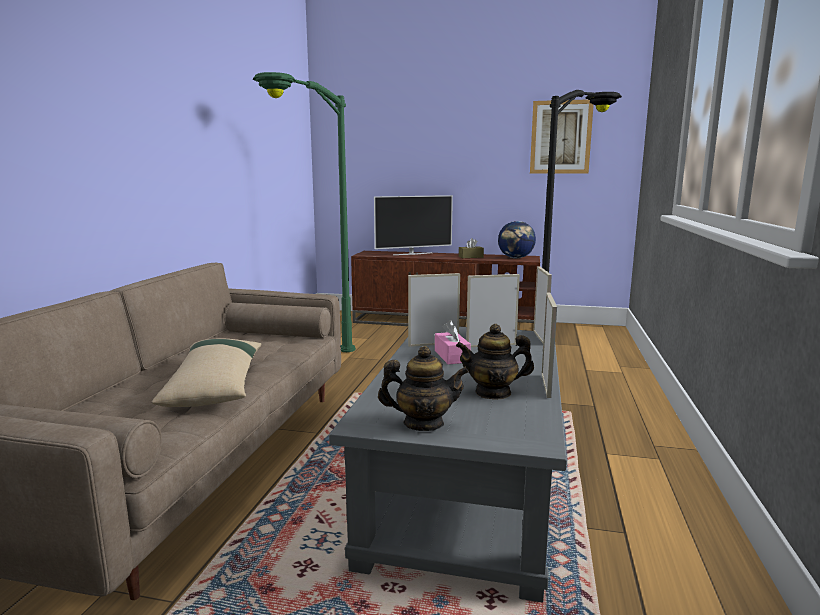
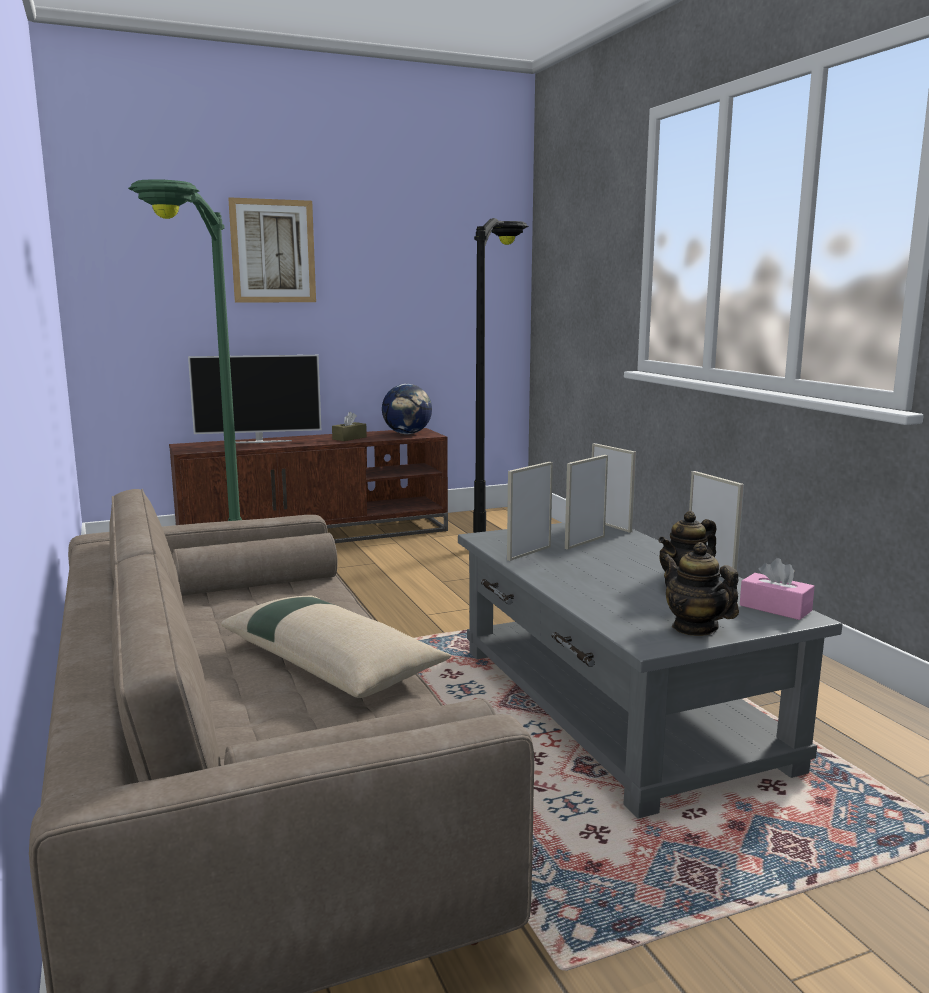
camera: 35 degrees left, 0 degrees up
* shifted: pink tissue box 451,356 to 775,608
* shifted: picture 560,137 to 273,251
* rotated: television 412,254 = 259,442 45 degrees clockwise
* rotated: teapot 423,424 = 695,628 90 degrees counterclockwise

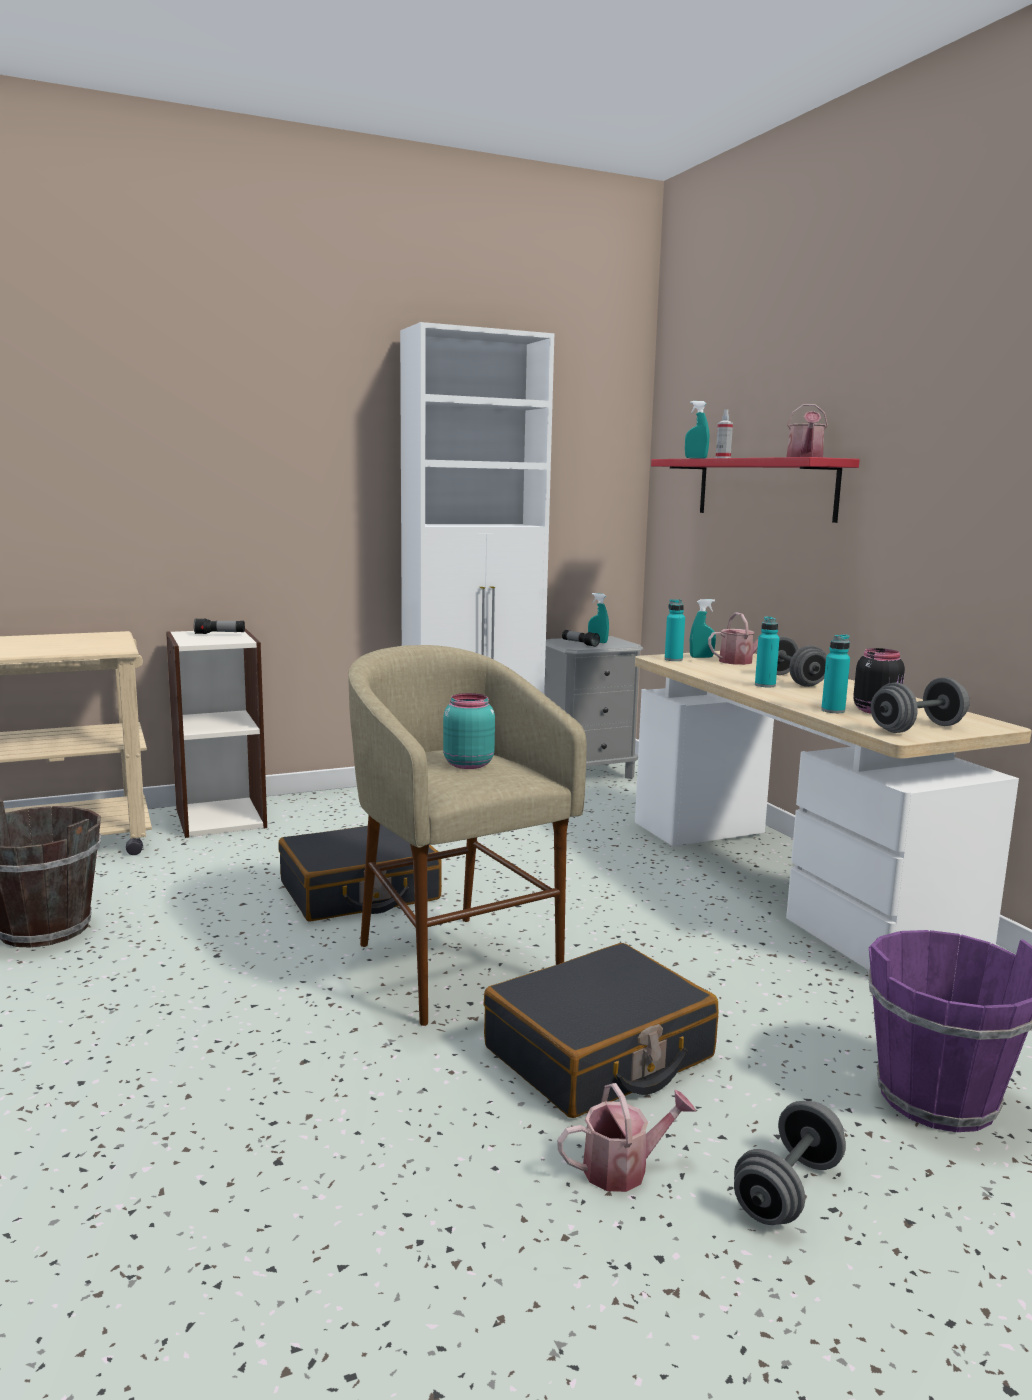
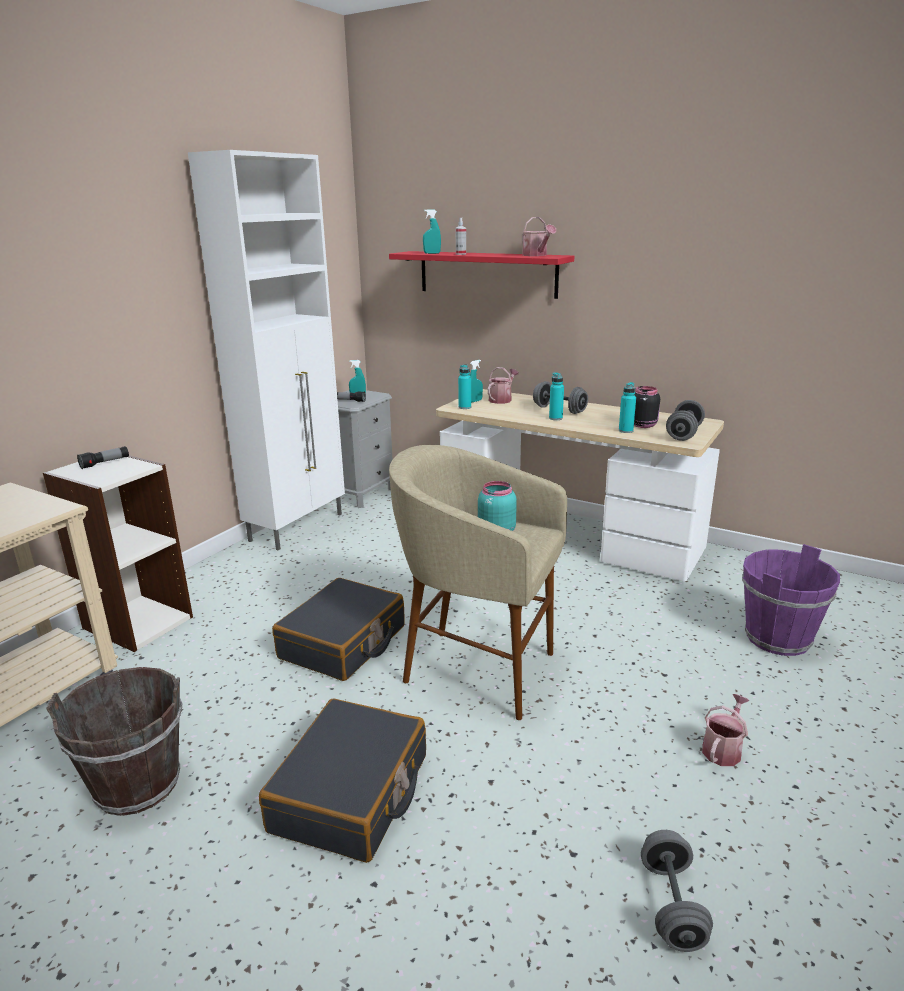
camera: 35 degrees left, 10 degrees up
* shifted: black suitcase 599,1054 to 351,794
* shifted: grey dumbbell 788,1190 to 672,905

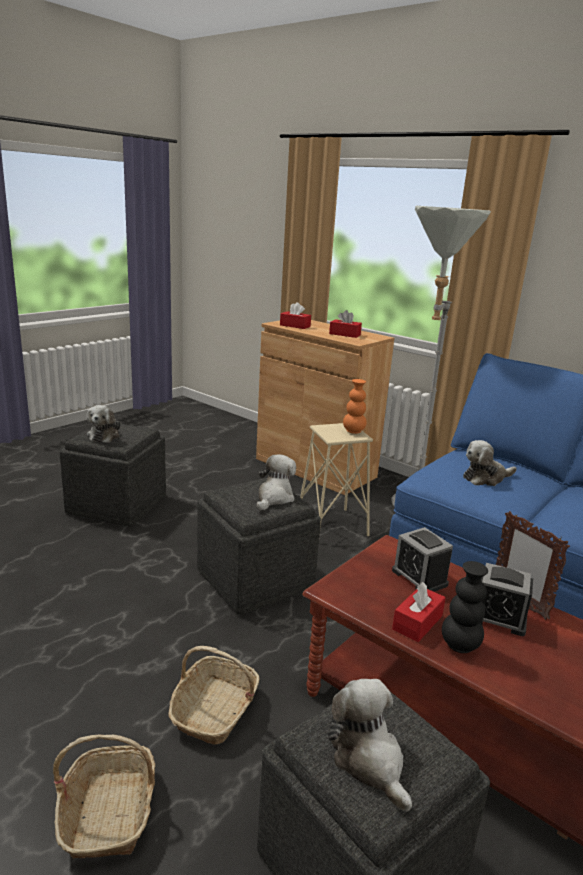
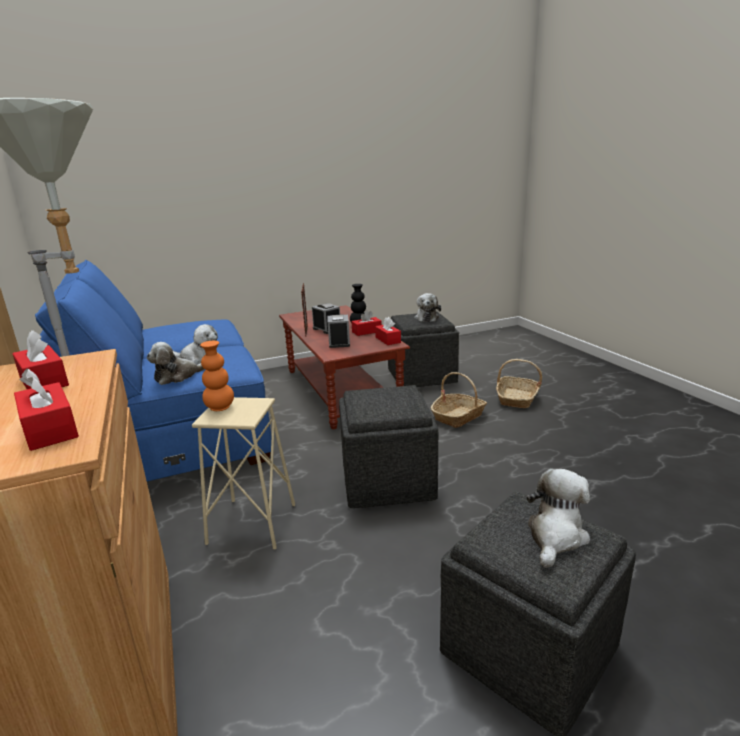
camera: 150 degrees left, 0 degrees up
* new: red tissue box 388,340
* shifted: plush toy 274,498 to 178,376

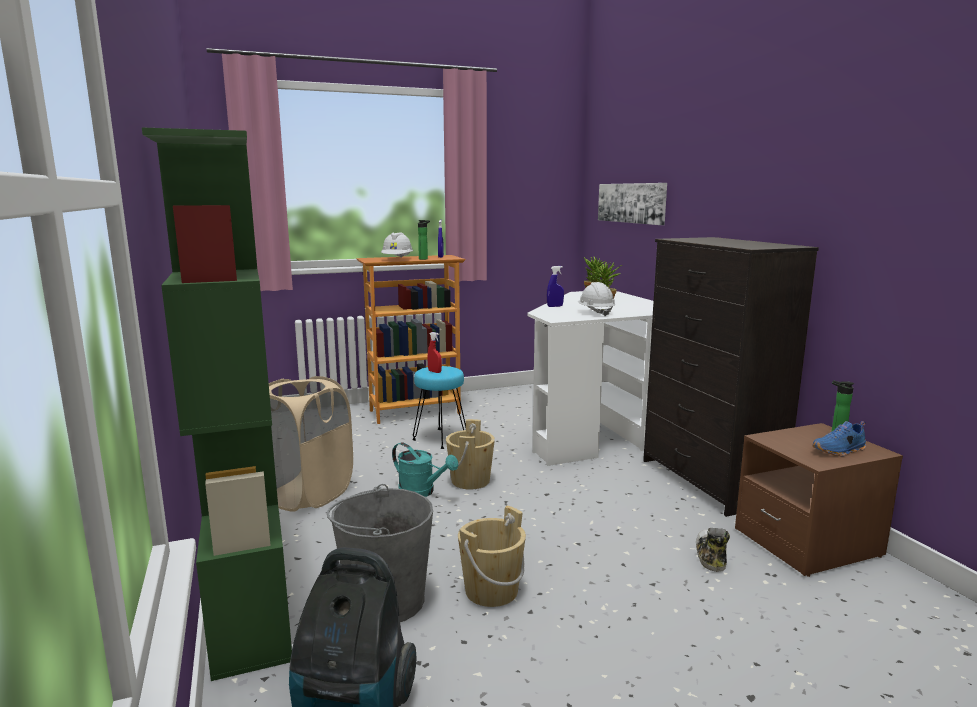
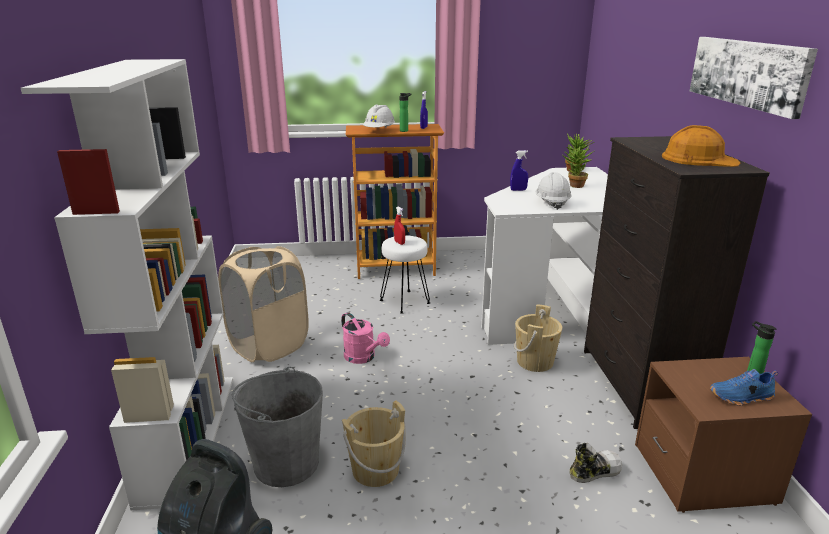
camera: 15 degrees right, 10 degrees up
* new: orange hard hat 698,159
* shifted: beige bucket 470,481 to 535,362
* shifted: picture 632,203 to 747,73
* repainted: green bookcase 249,592 to white bookcase 188,434
* repainted: turquoise watering can 422,492 to pink watering can 363,358
* repainted: turquoise stool 440,438 to white stool 404,301
* rotated: shoe 710,556 = 594,471 45 degrees clockwise

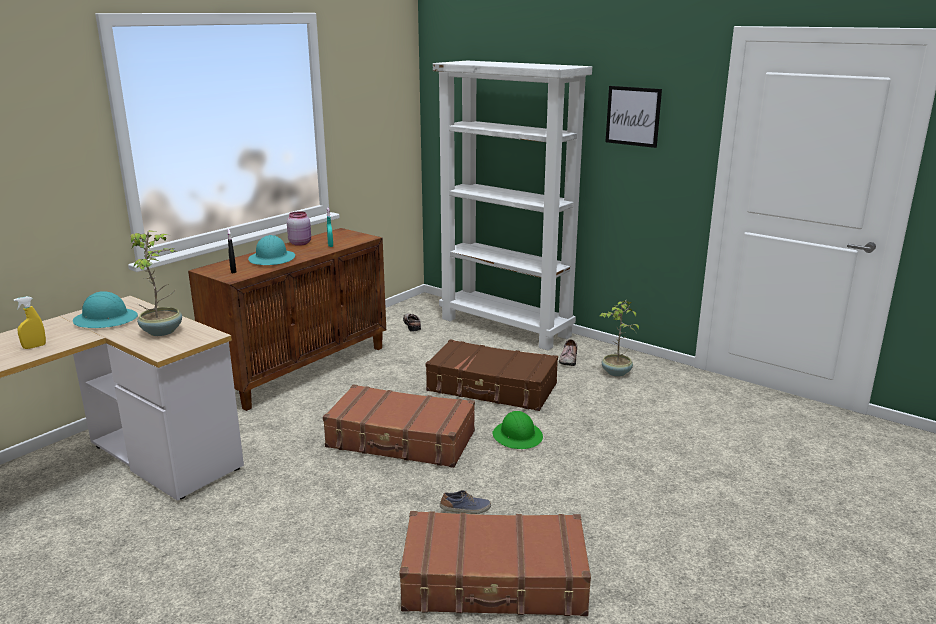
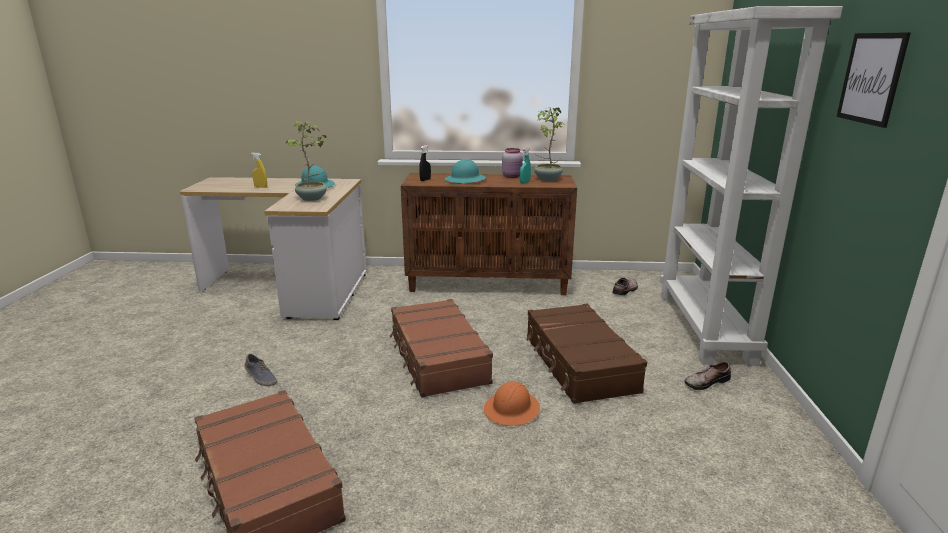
camera: 55 degrees right, 0 degrees up
* shifted: shoe 465,510 to 260,378
* shifted: potted plant 616,373 to 547,179
* repainted: green hard hat 517,436 to orange hard hat 512,410

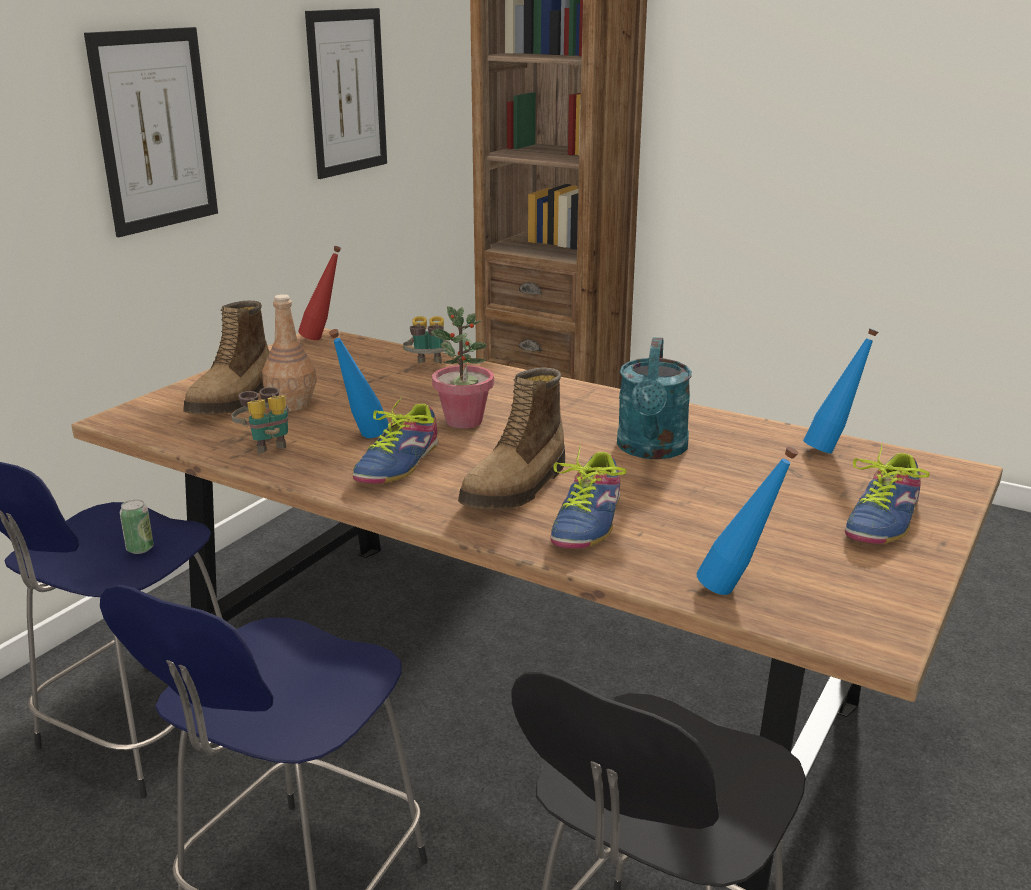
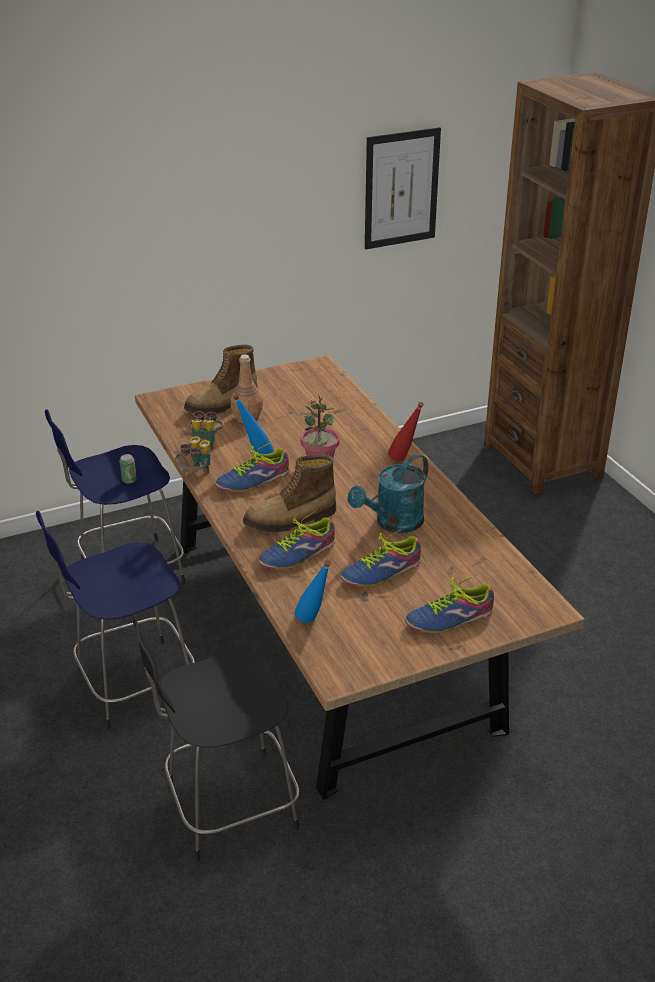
camera: 35 degrees right, 10 degrees up
* gone: picture 155,130
* gone: blue bottle 832,449
* new: shoe 382,572
* shifted: red bottle 323,339 to 404,461
* shifted: binoculars 428,367 to 195,474

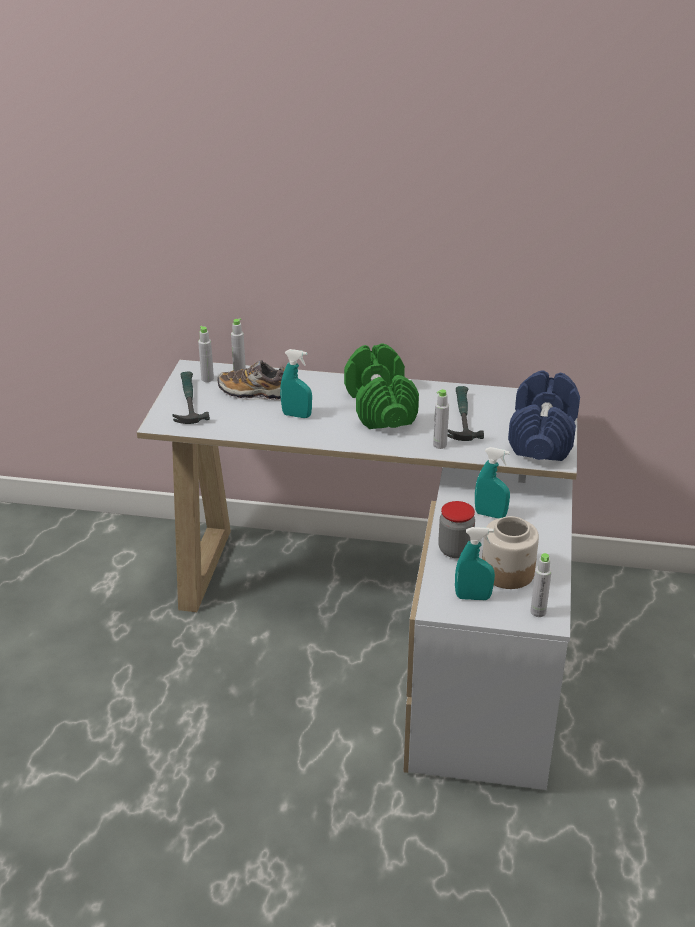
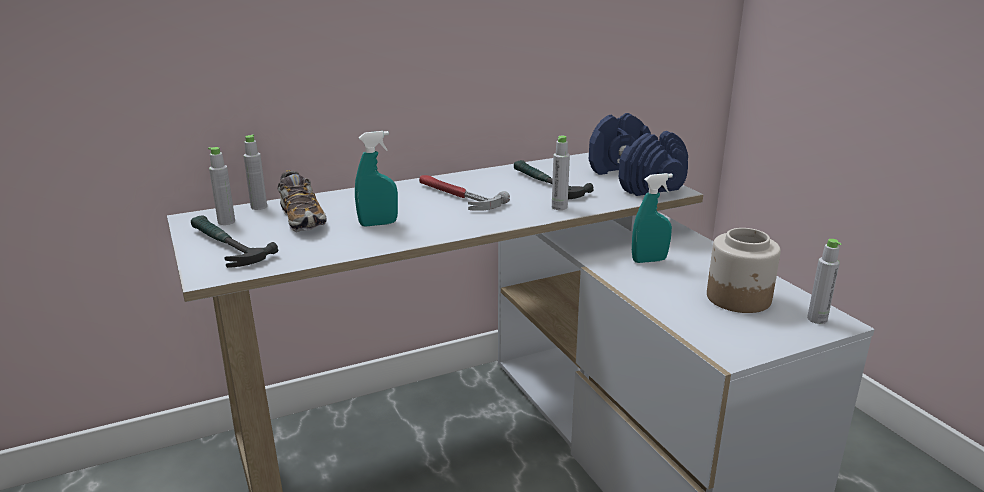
camera: 35 degrees left, 10 degrees down
* gone: jar 455,550
* gone: turquoise spray bottle 473,597
* swapped: green dumbbell 379,407 to hammer 456,196
* rotated: shoe 254,393 = 302,219 90 degrees counterclockwise

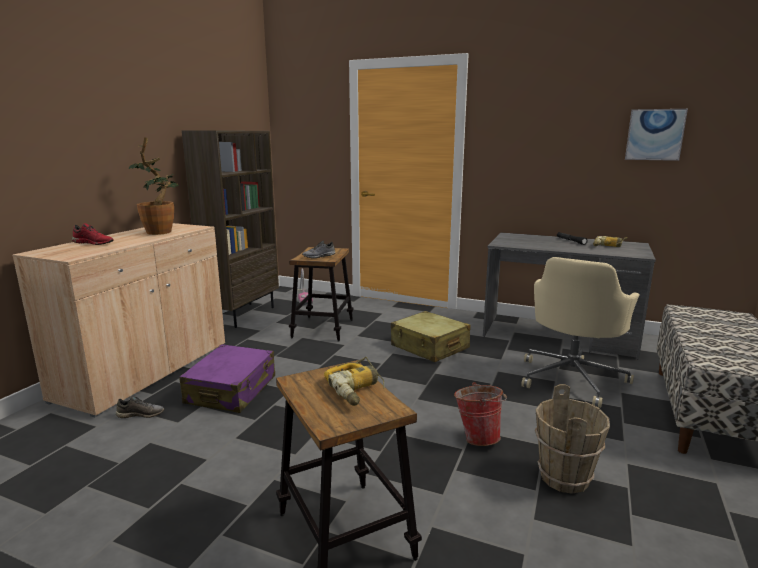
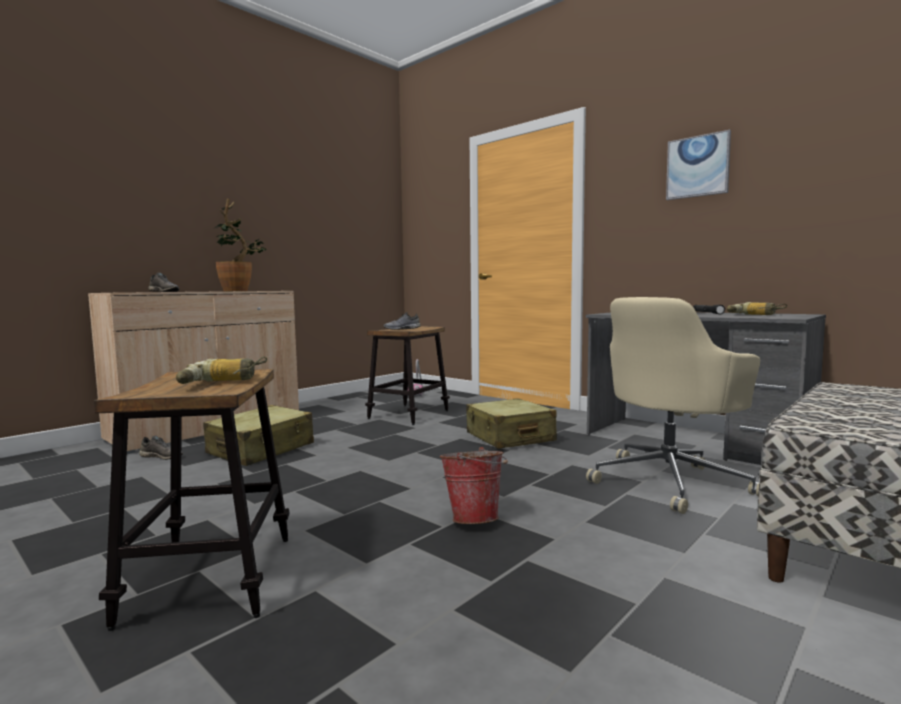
camera: 20 degrees right, 10 degrees down
* gone: brown bookcase 243,314
* gone: brown bucket 565,478
* shifted: picture 655,134 to 697,166
* repainted: red shoe 94,243 to grey shoe 165,291
* repainted: purple suitcase 231,390 to beige suitcase 261,449

